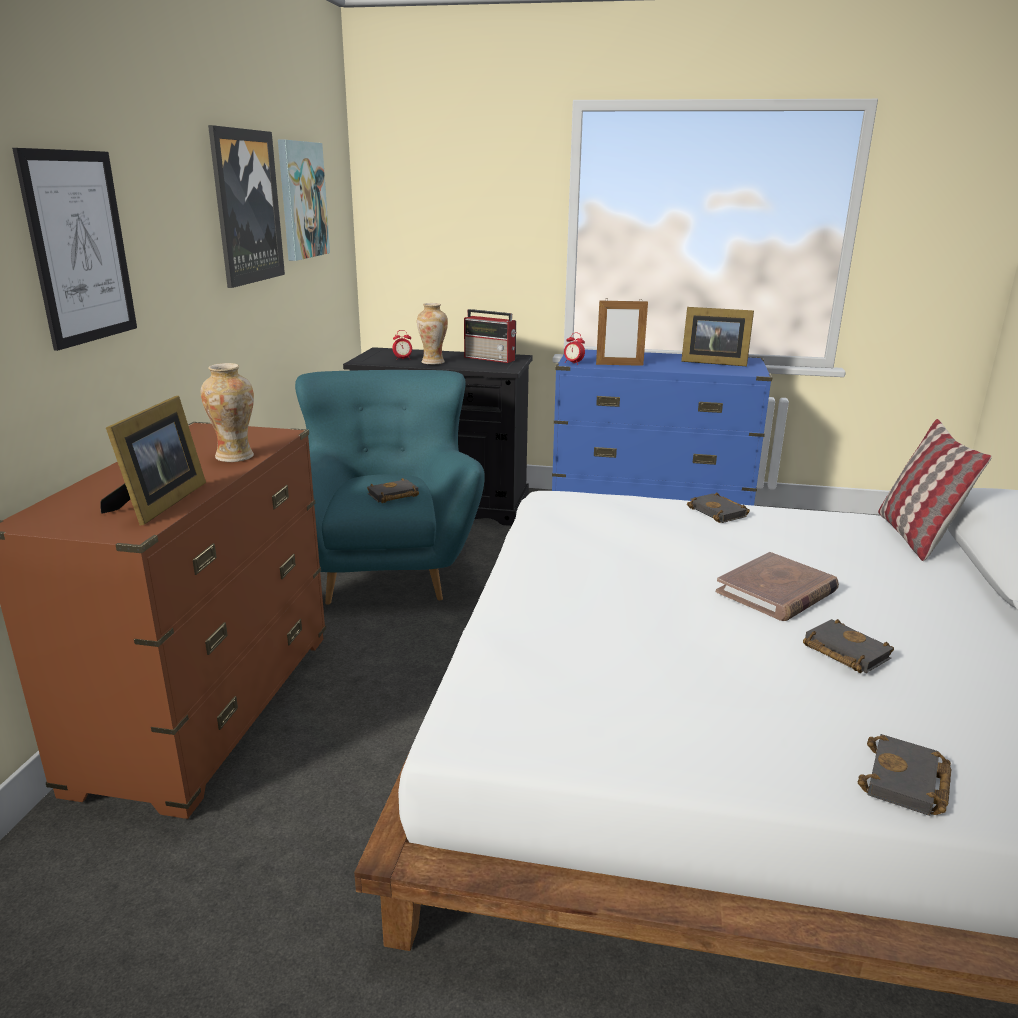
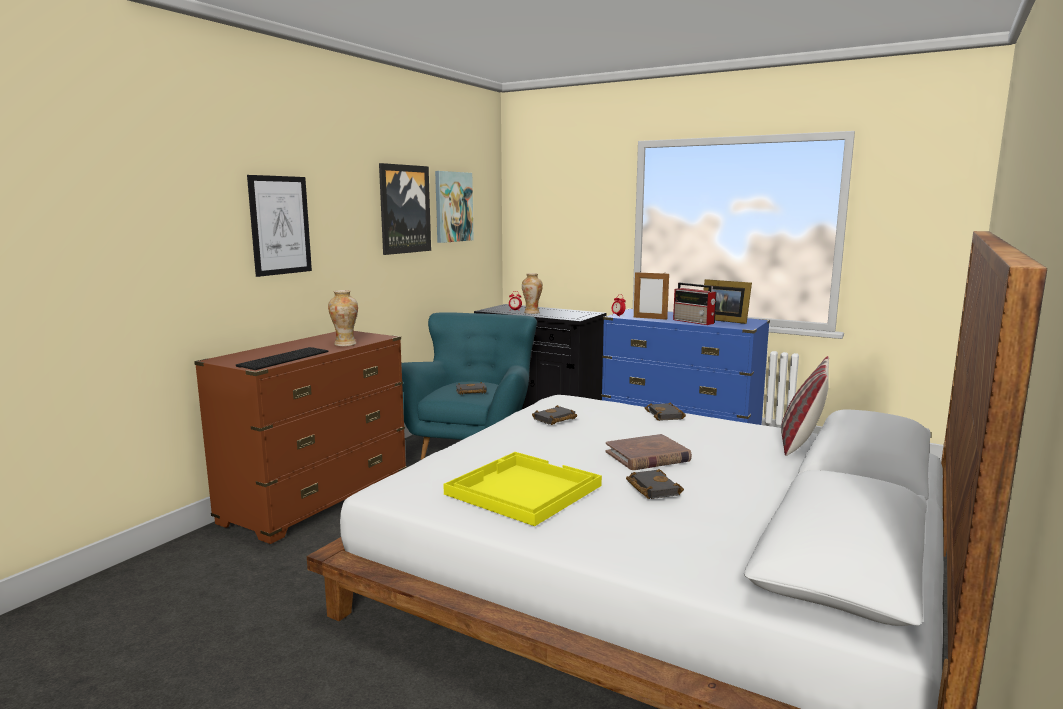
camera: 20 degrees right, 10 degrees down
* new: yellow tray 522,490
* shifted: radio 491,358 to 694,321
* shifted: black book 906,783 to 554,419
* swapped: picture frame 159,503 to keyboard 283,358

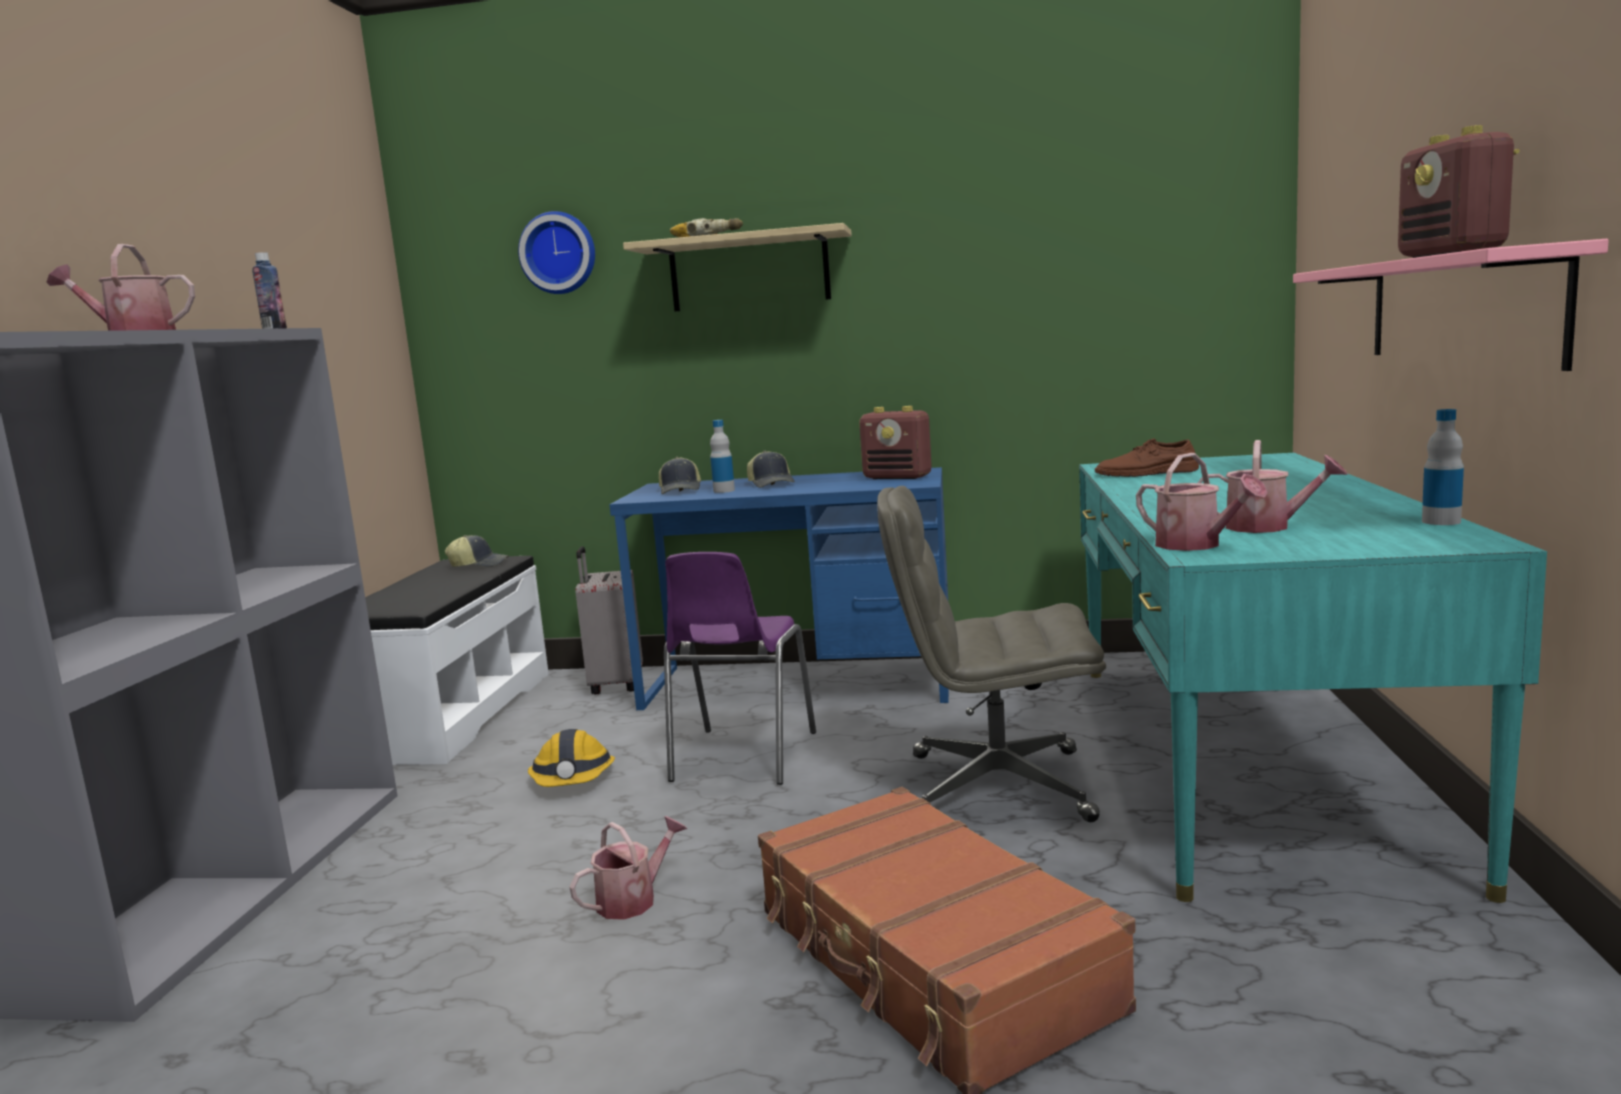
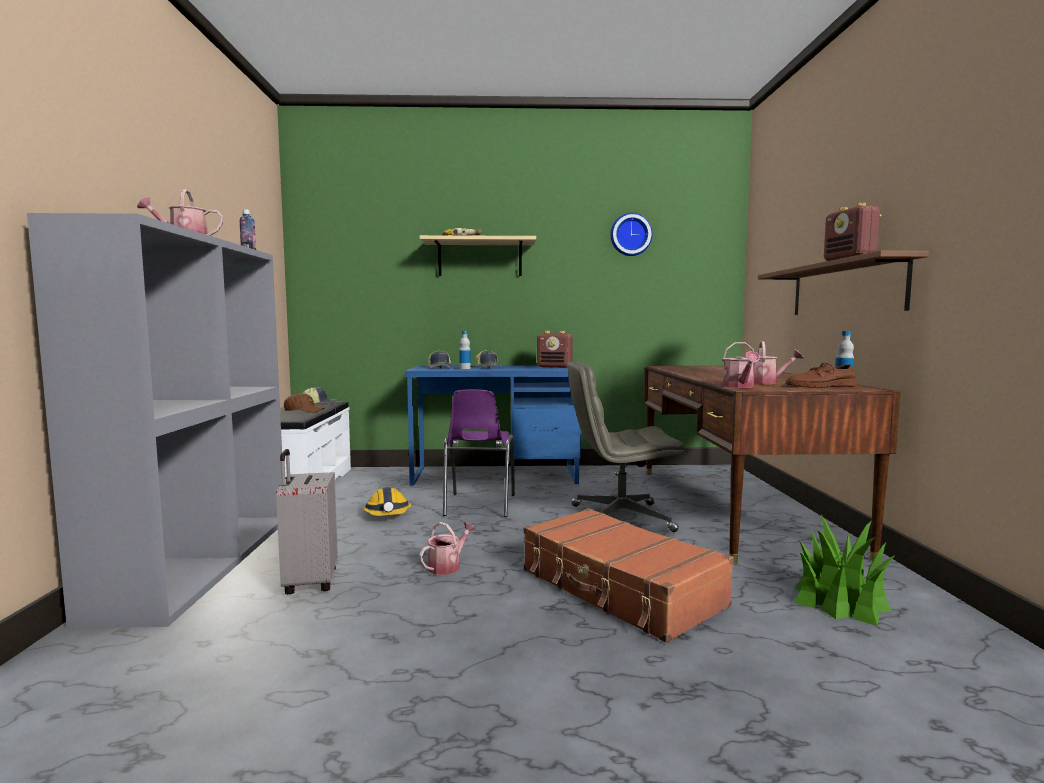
camera: 10 degrees left, 5 degrees down
* new: brown cap 303,411
* new: potted plant 841,599
* shifted: wall clock 559,253 to 630,235
* shifted: grey suitcase 615,685 to 309,582
* shifted: brown shoe 1146,473 to 821,386
* repainted: turquoise desk 1245,758 to brown desk 736,507
* repainted: pink shelf 1459,309 to brown shelf 845,289
* rotated: watering can 1196,545 = 739,386 45 degrees clockwise

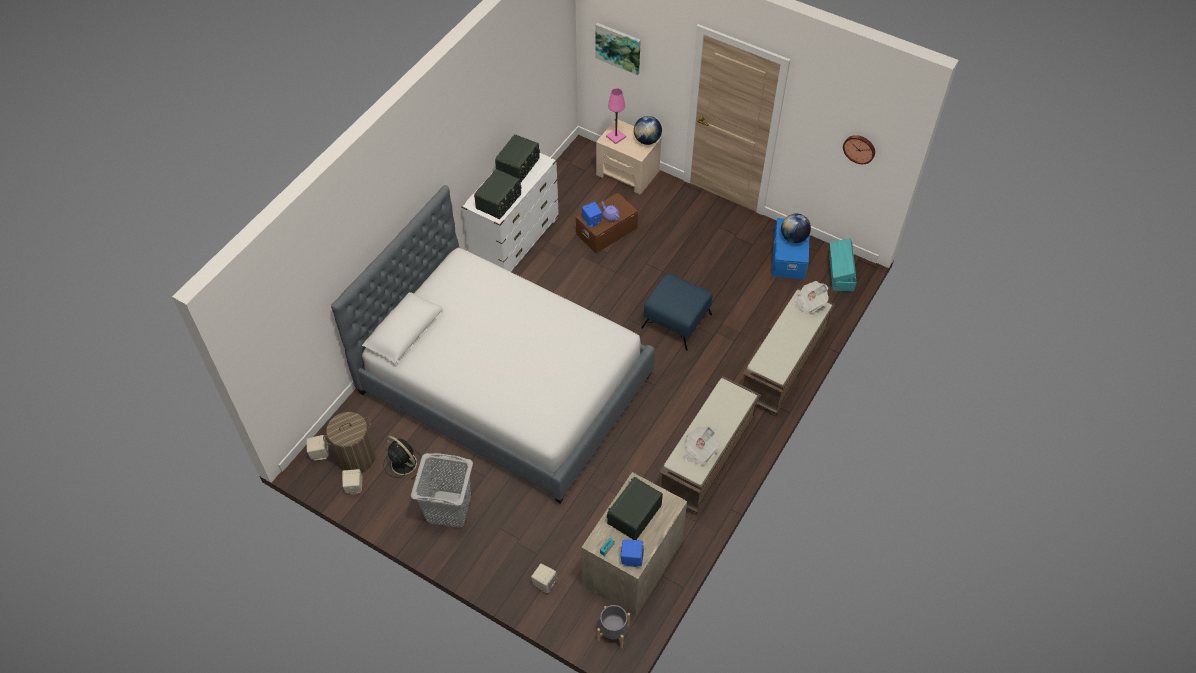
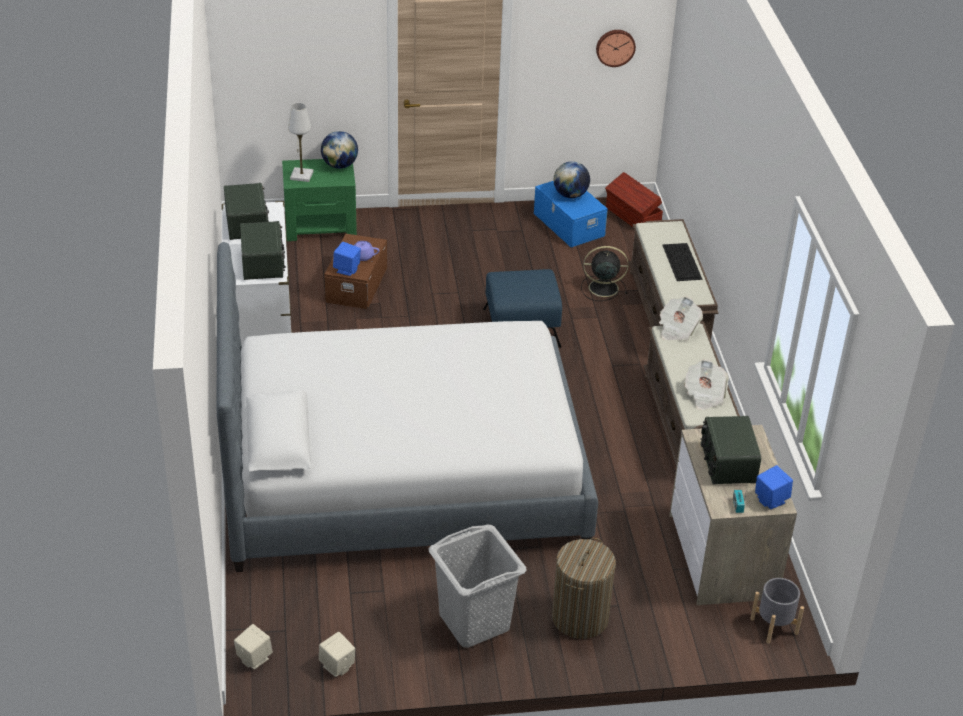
camera: 40 degrees left, 15 degrees down
* gone: beige speaker 544,583
* gone: picture 618,48
* new: keyboard 681,261
* shifted: laundry basket 356,457 to 580,617
* shifted: black fan 403,463 to 602,288
* shifted: newspaper 809,303 to 677,329
* repainted: beige nightstand 628,173 to green nightstand 321,225
* repainted: pink table lamp 615,137 to white table lamp 301,176
* repainted: turquoise storage box 840,274 to brown storage box 632,217

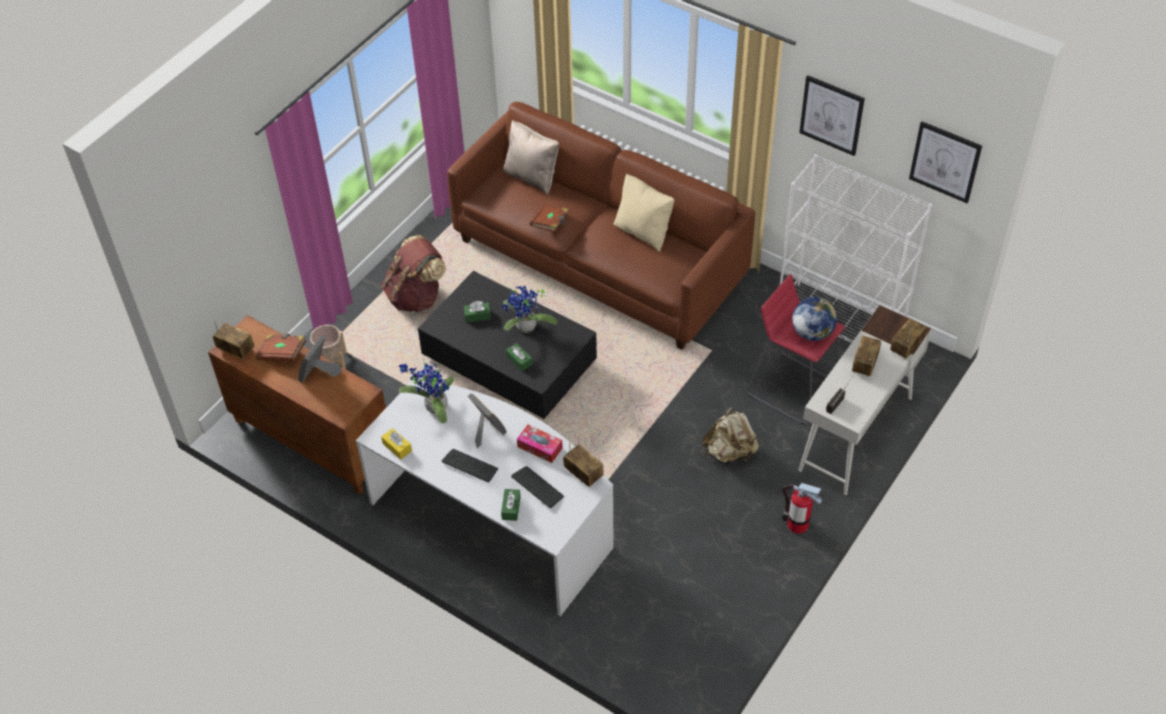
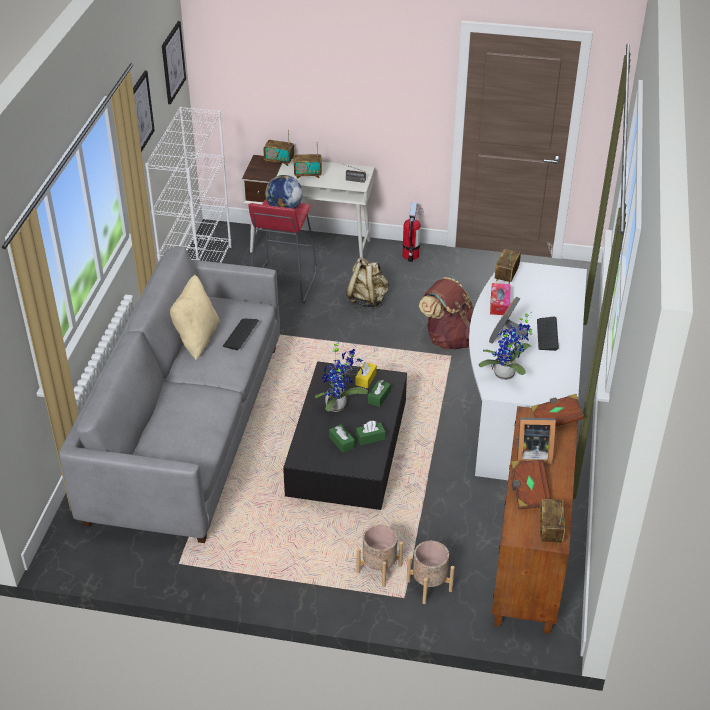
camera: 115 degrees left, 10 degrees down
* gone: beige pillow 532,176
* new: beige planter 379,569
* shifted: brown backpack 416,296 to 449,338
* shifted: yellow tissue box 397,447 to 366,379
* shifted: green tissue box 511,508 to 370,437
* shifted: keyboard 537,487 to 240,334
* shifted: brown book 550,224 to 555,419
* repainted: brown sofa 599,260 to grey sofa 187,431

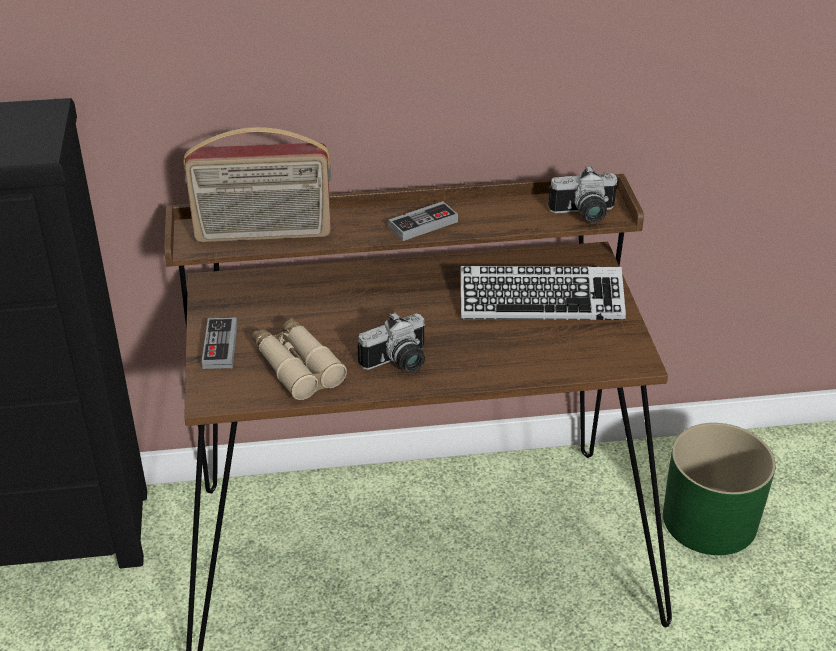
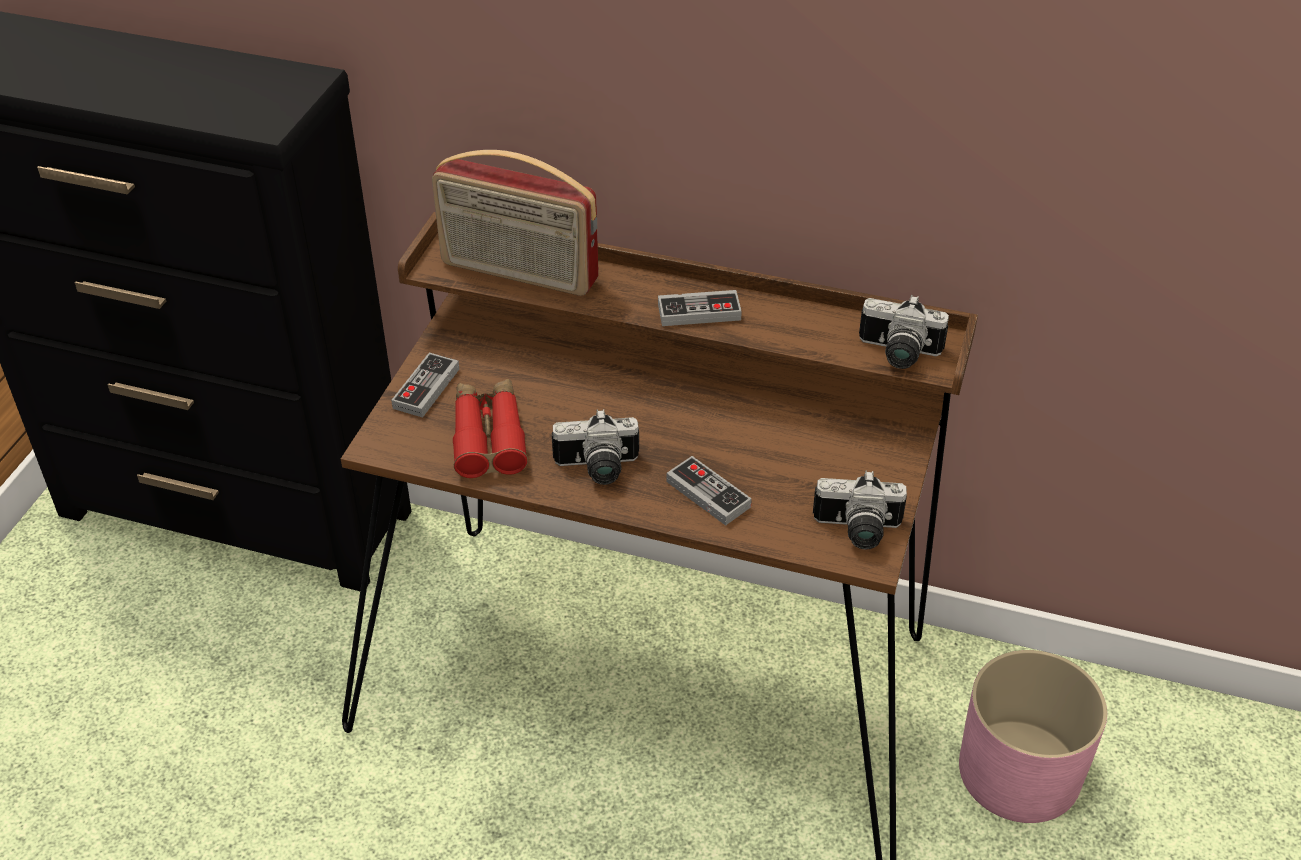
camera: 25 degrees right, 5 degrees up
* gone: keyboard 541,302
* new: game controller 708,494
* new: photo camera 857,531
* repainted: beige binoculars 297,366 to red binoculars 488,437
* repainted: green planter 710,519 to pink planter 1020,771

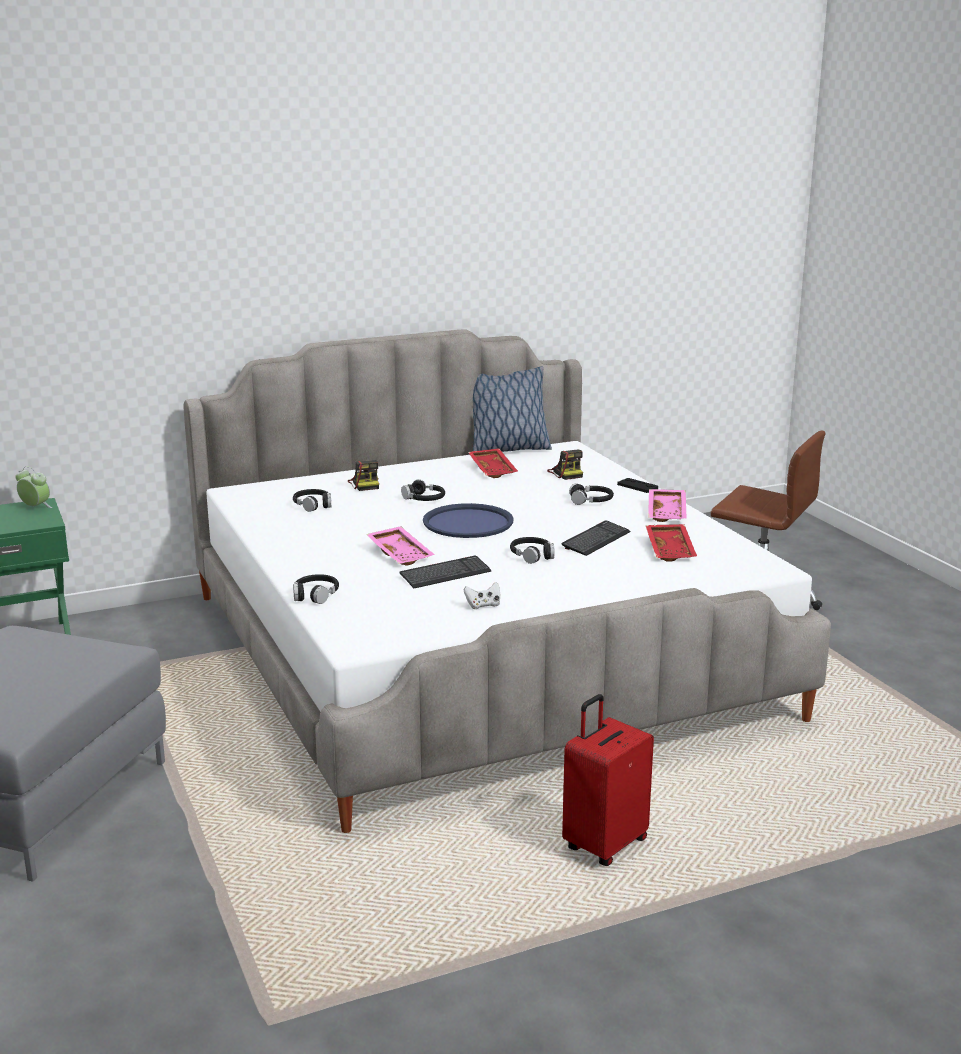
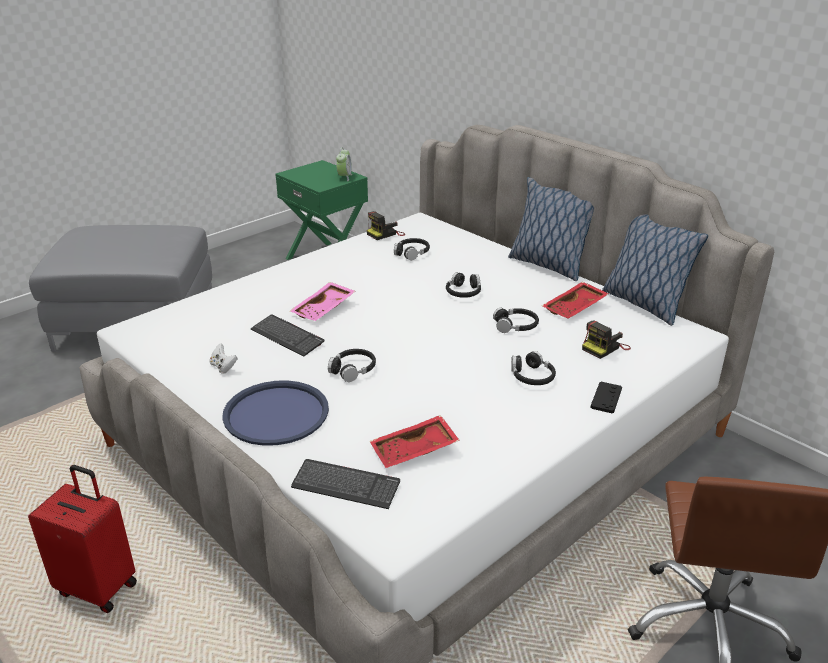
camera: 70 degrees right, 10 degrees up
* gone: pink tray 668,512
* new: pillow 547,265
* shifted: black headphones 315,595 to 516,326
* shifted: photo camera 365,484 to 385,234
* shifted: blue tray 468,522 to 276,414
* shifted: keyboard 596,540 to 346,486

